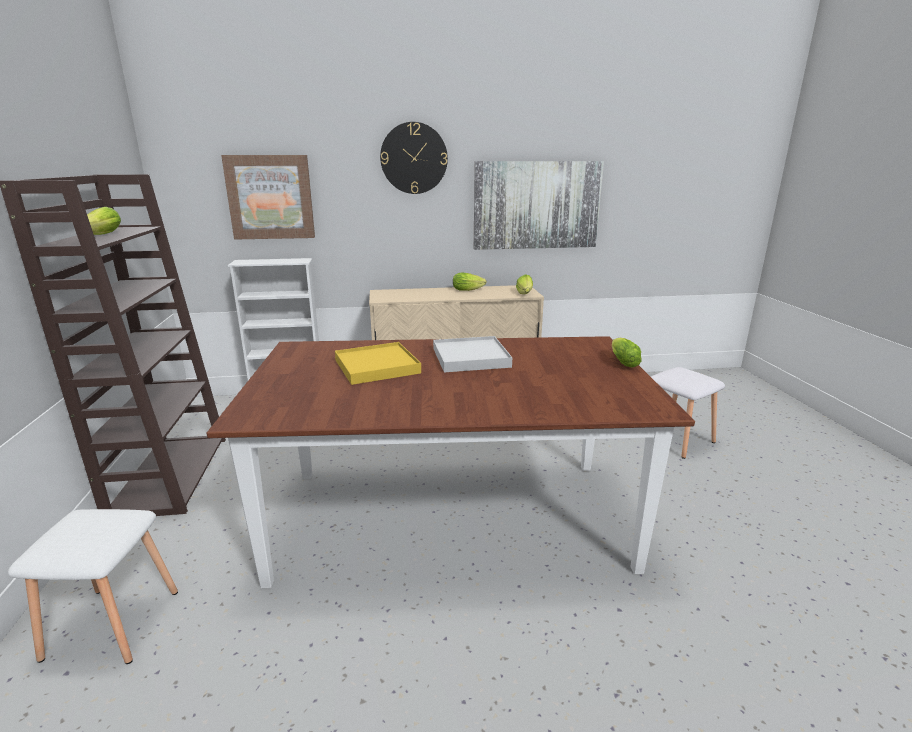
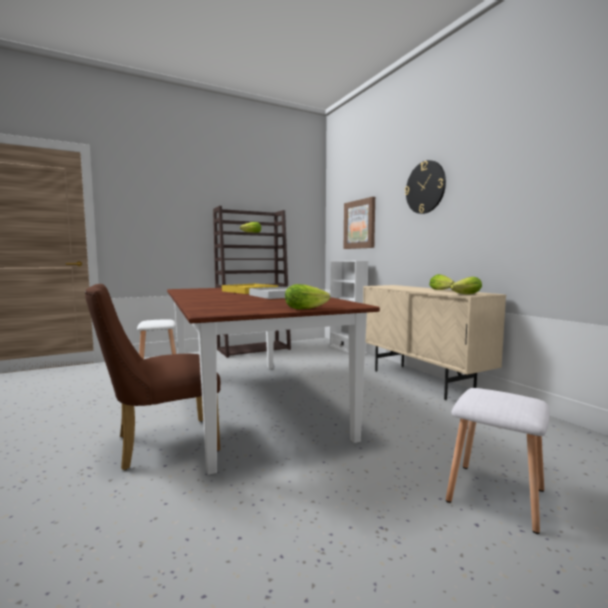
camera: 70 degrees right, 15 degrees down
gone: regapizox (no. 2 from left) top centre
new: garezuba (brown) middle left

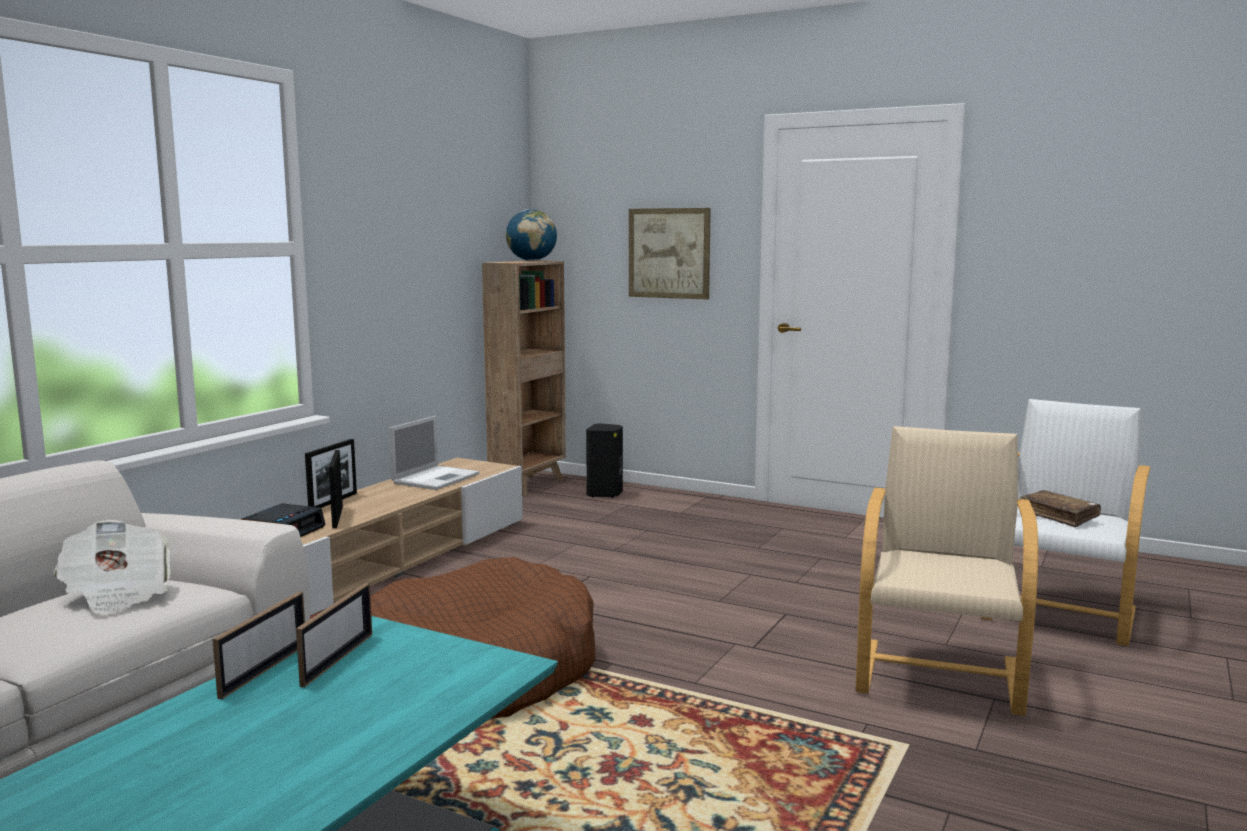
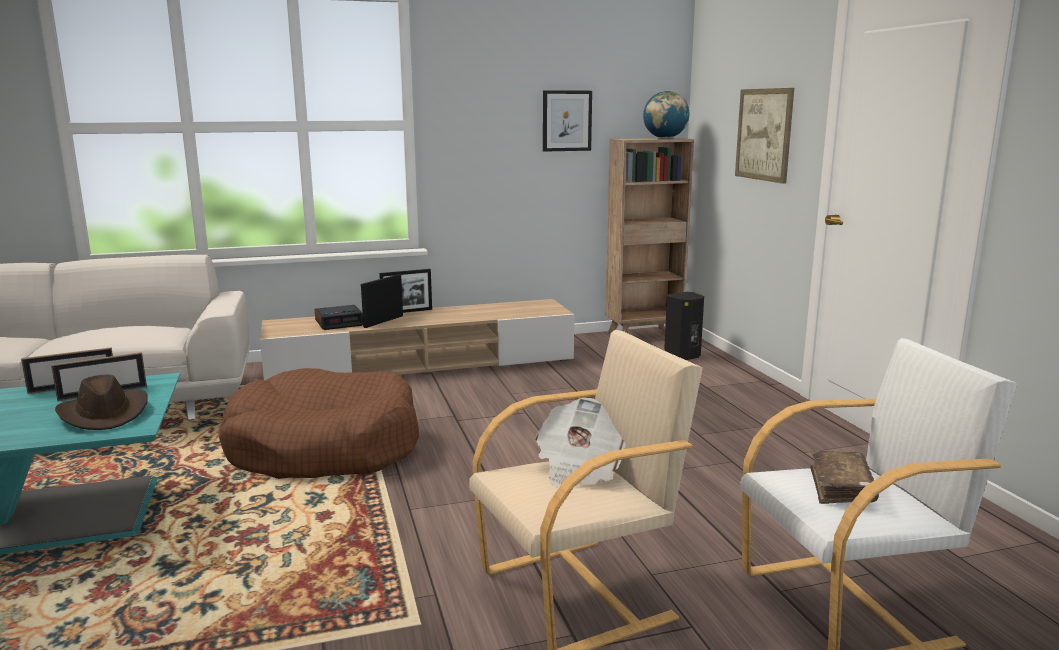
camera: 45 degrees right, 5 degrees up
gone: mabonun centre
new: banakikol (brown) middle left; regapizox (no. 1 from left) top centre
shifted: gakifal bottom left to bottom centre

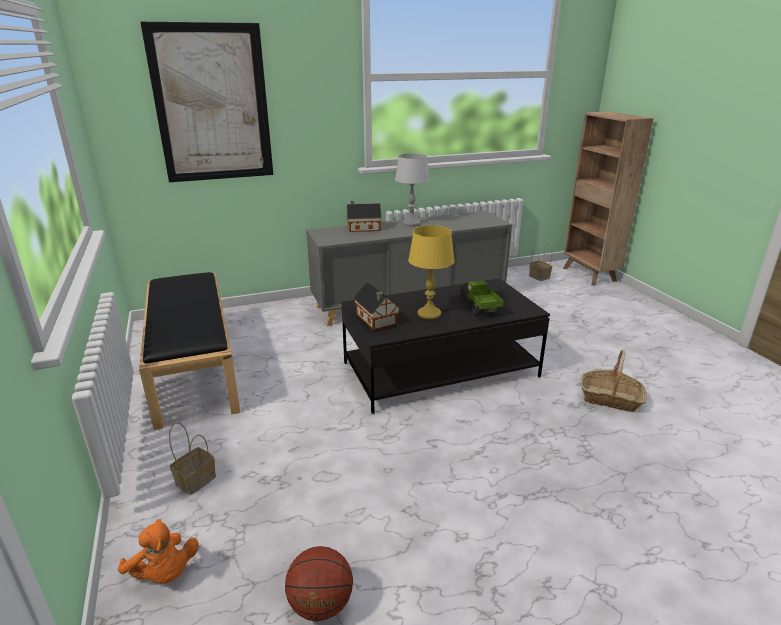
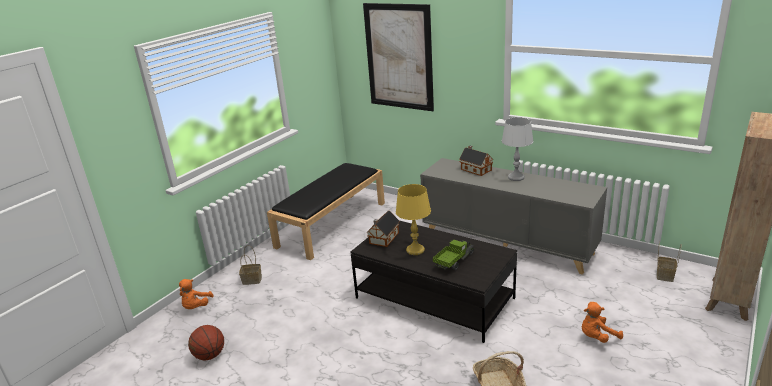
camera: 55 degrees right, 0 degrees up
new: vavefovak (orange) (no. 2 from left) bottom right

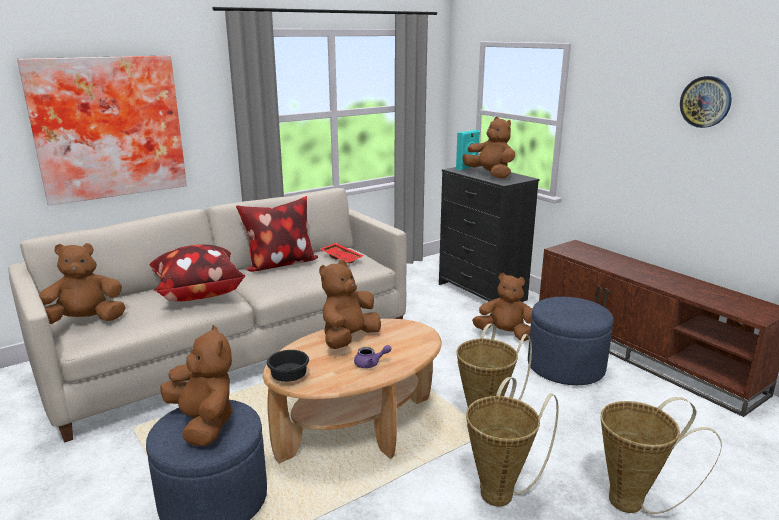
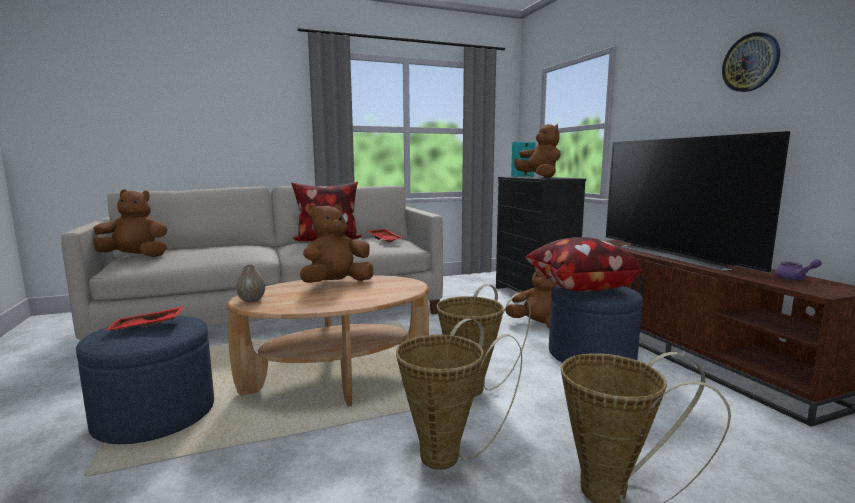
camera: 15 degrees right, 10 degrees down
gone: regapizox top left
new: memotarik middle right
shifted: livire (no. 1 from left in the first image) middle left to livire (no. 2 from left) middle right; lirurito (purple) bottom centre to middle right
swapped: vavefovak (brown) (no. 2 from left) bottom left to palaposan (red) (no. 1 from left) middle left; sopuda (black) bottom centre to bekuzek middle left

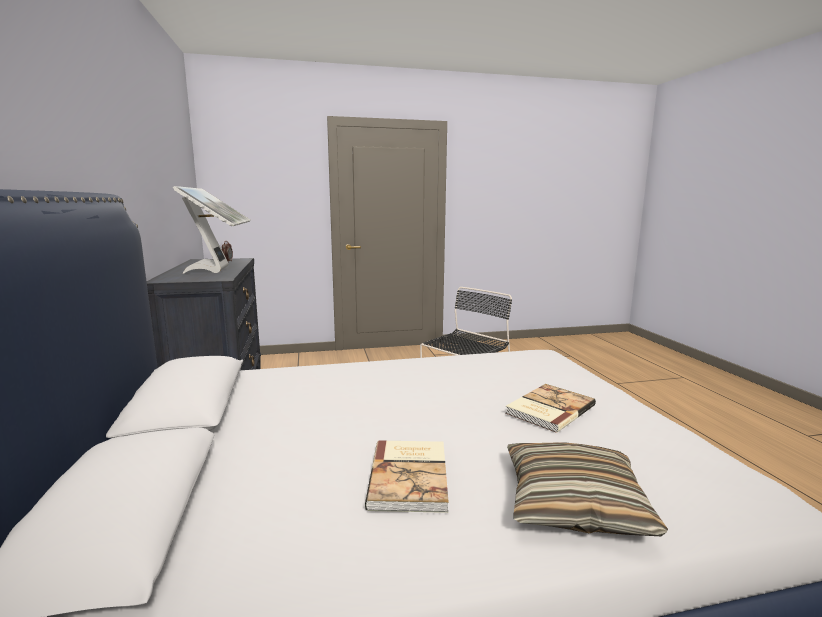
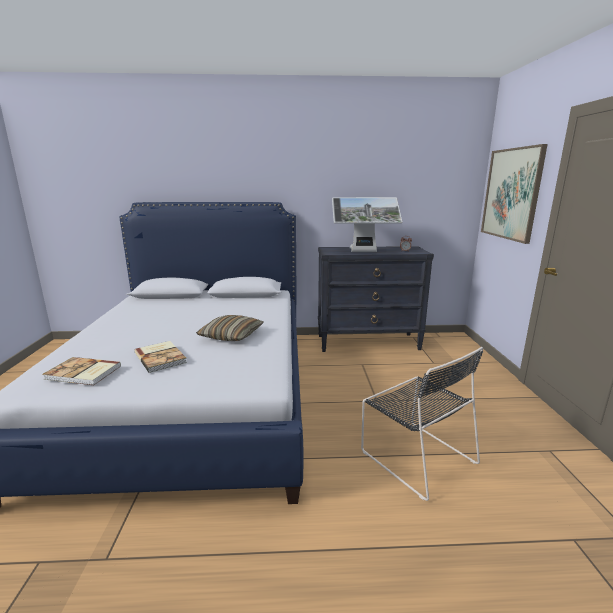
camera: 100 degrees right, 5 degrees up
new: regapizox top right
shifted: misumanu (no. 1 from left) bottom centre to middle left; livire bottom right to centre

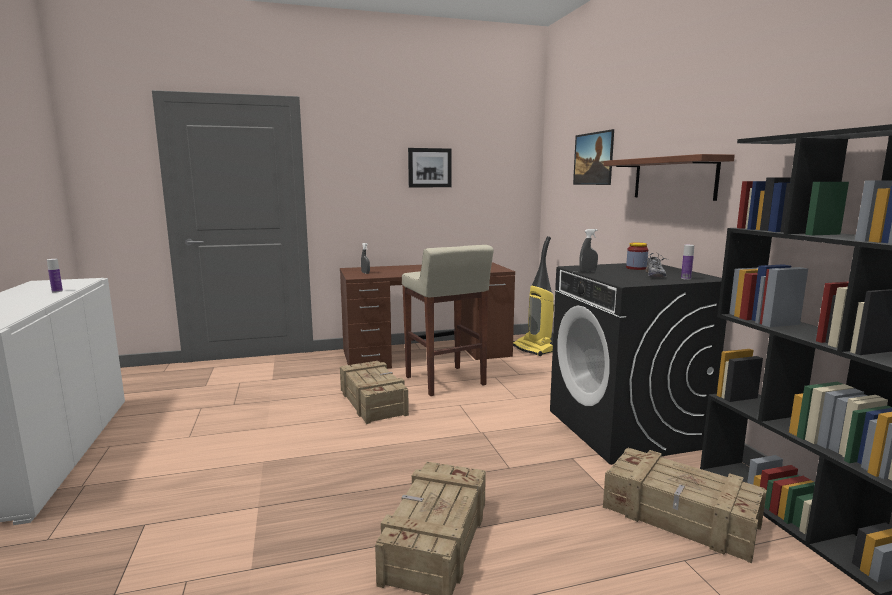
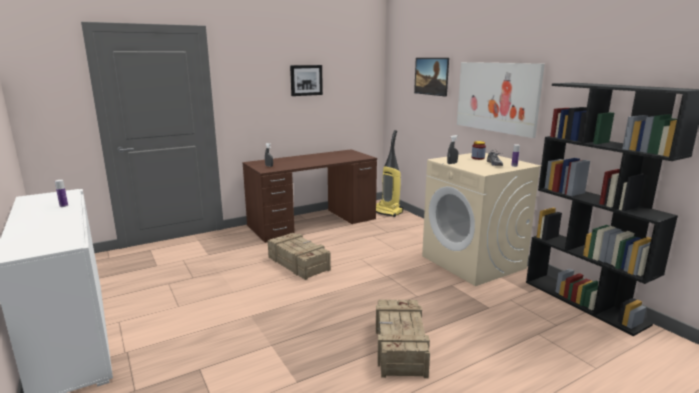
camera: 15 degrees left, 5 degrees up
gone: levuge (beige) centre; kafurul (no. 3 from left) bottom right
swapped: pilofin top right to regapizox (no. 3 from left) top right
repainted: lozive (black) middle right to lozive (beige) middle right

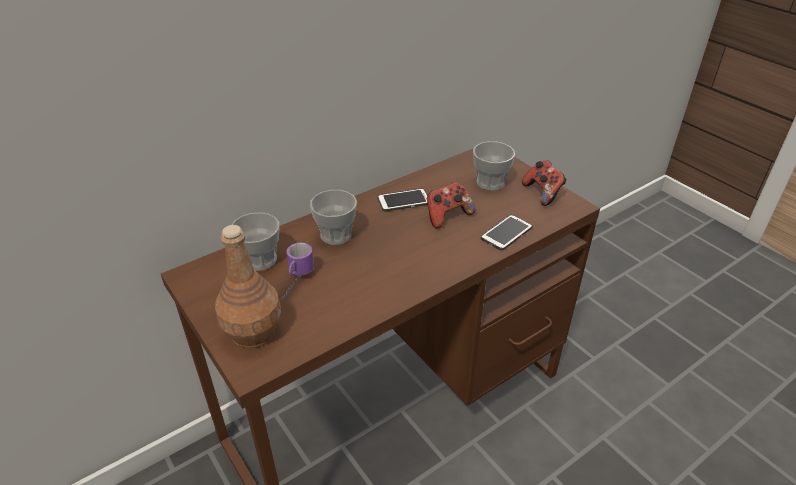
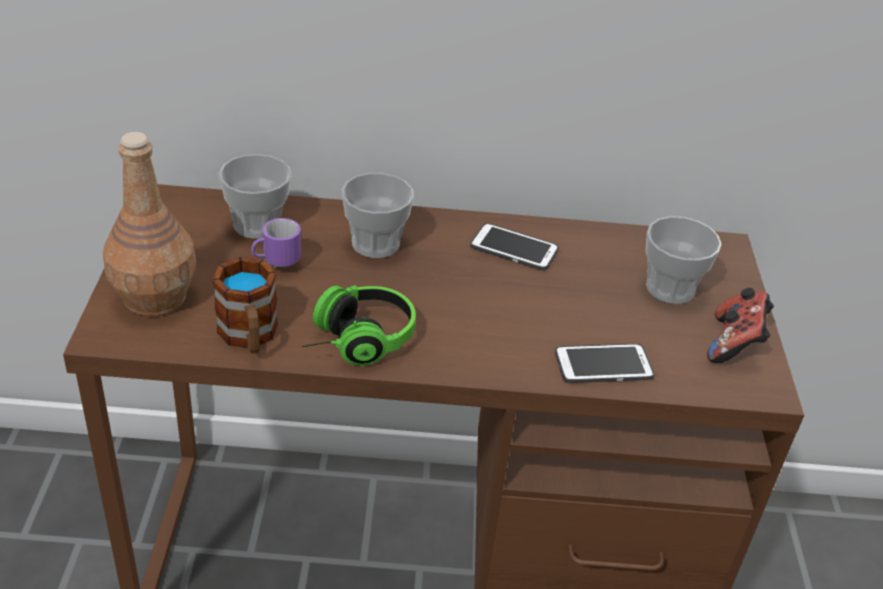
camera: 35 degrees right, 0 degrees up
gone: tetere (no. 1 from left) centre
new: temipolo (no. 1 from left) middle left; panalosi centre

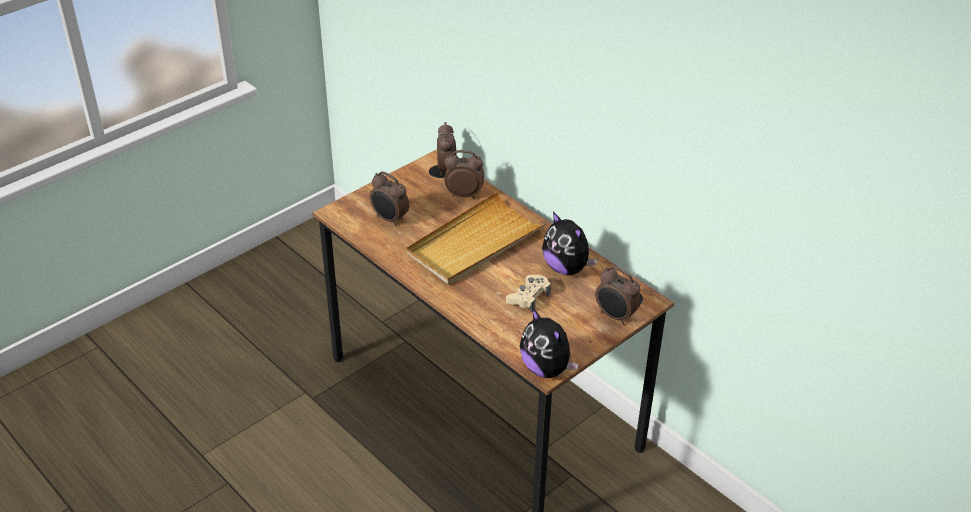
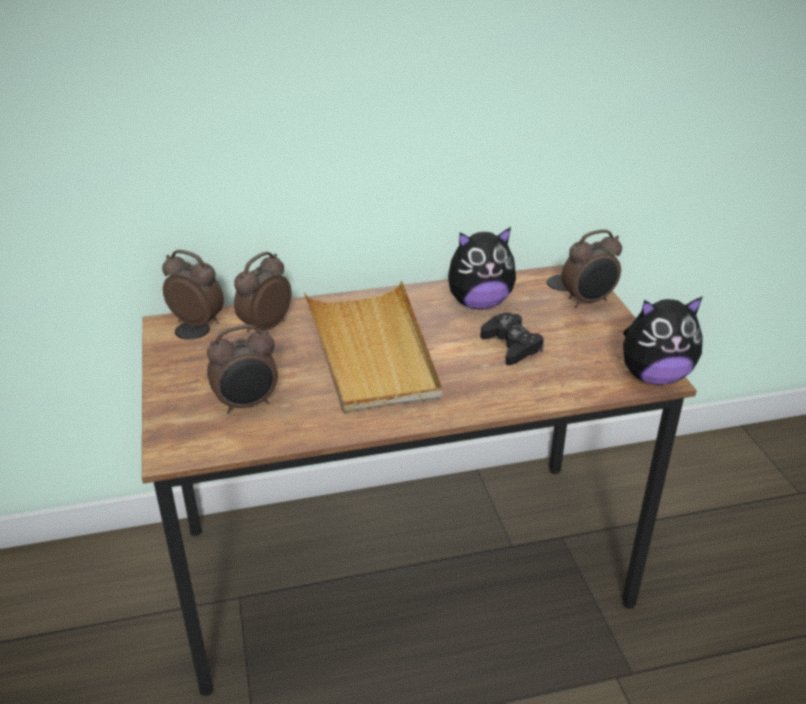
camera: 60 degrees left, 5 degrees down
repainted: tetere (beige) centre to tetere (black) centre

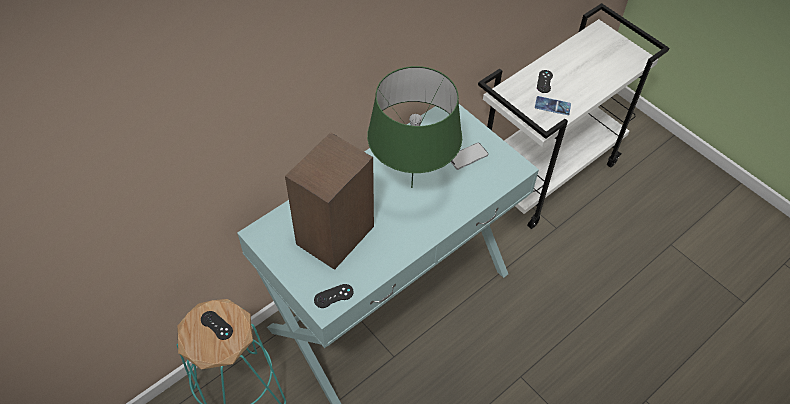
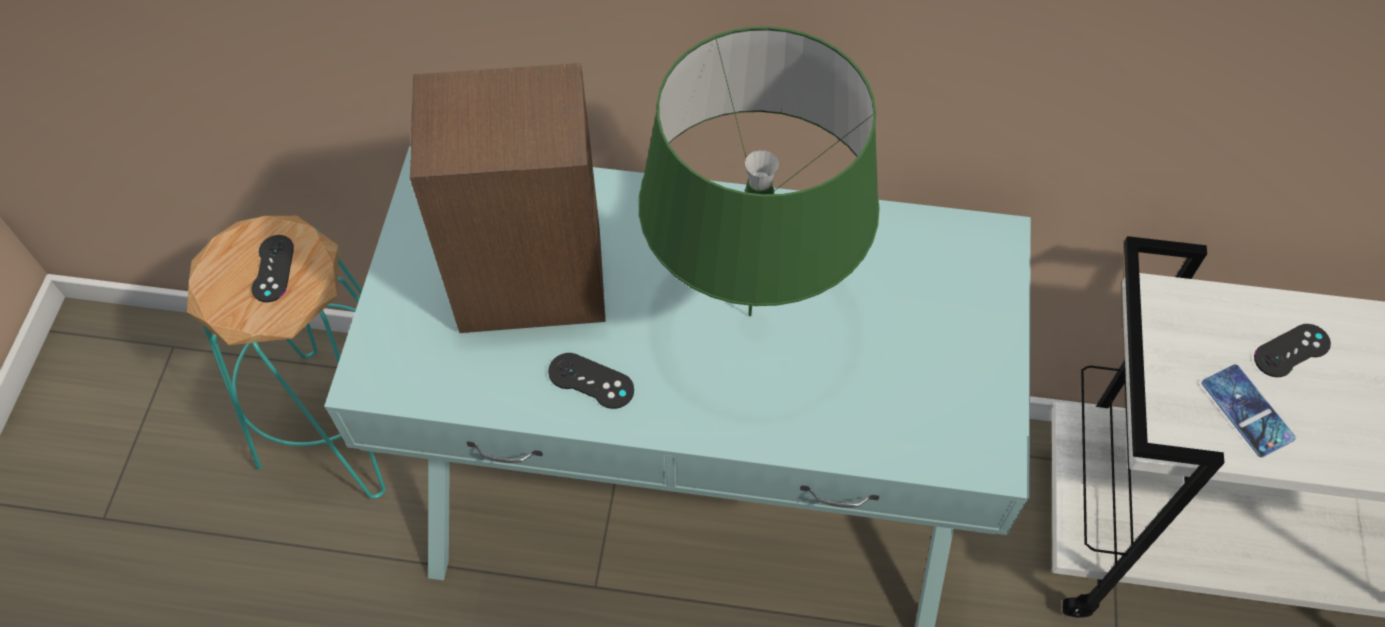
camera: 50 degrees right, 5 degrees up
gone: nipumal (no. 1 from left) centre
shifted: tetere (black) (no. 2 from left) bottom centre to centre

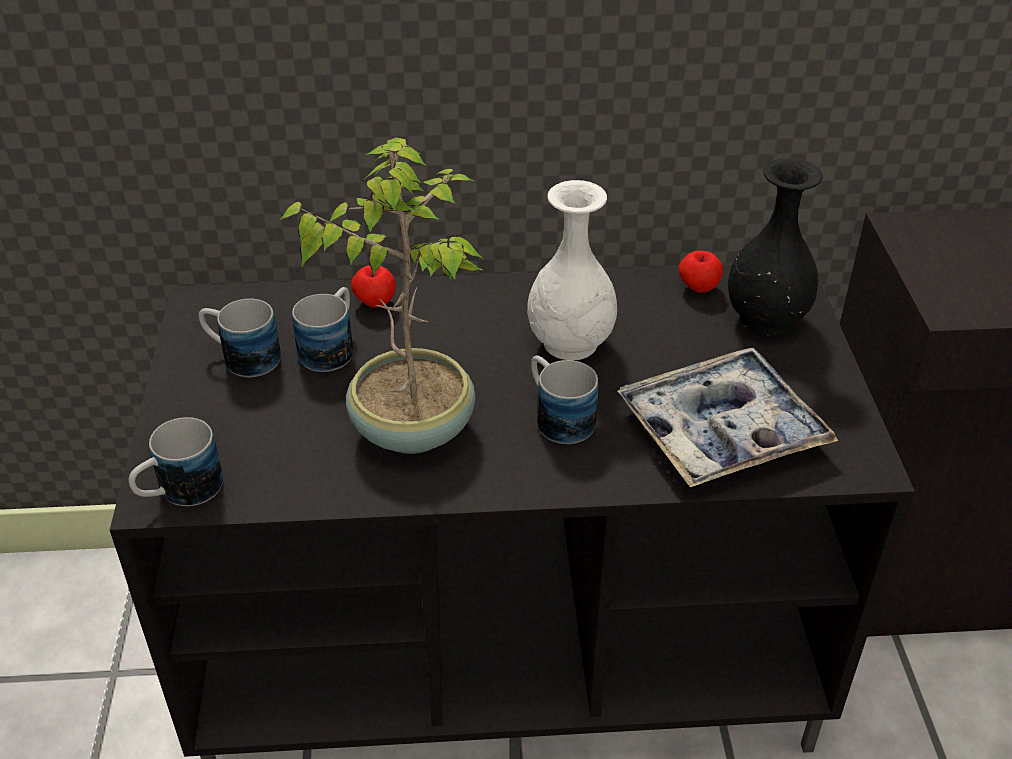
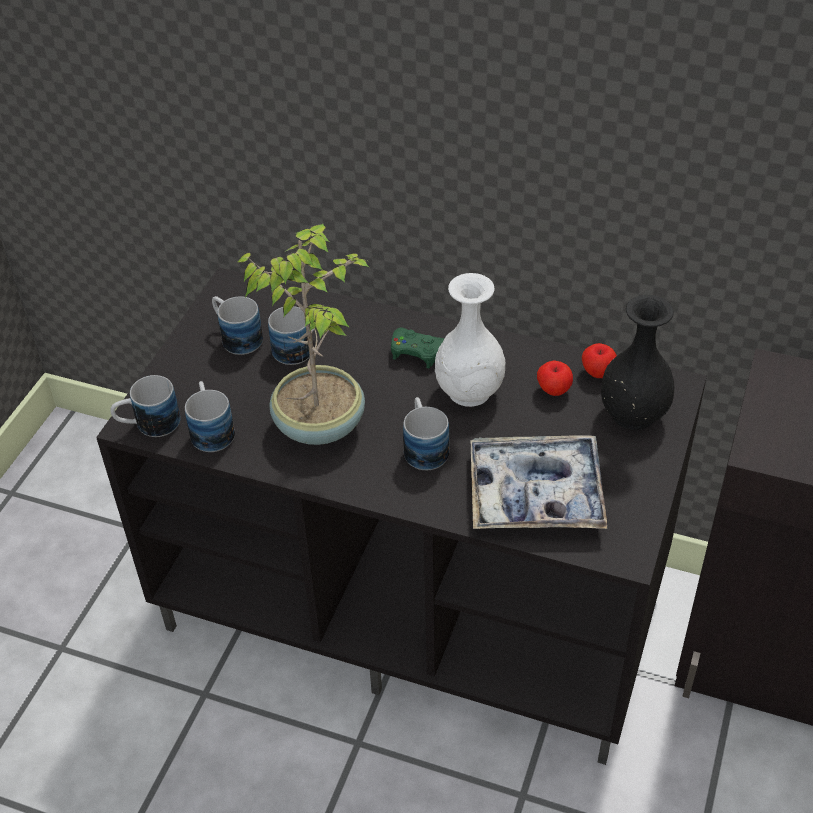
camera: 25 degrees right, 5 degrees up
new: temipolo (no. 2 from left) middle left; tetere (green) centre
shifted: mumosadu (no. 1 from left) centre to middle right

